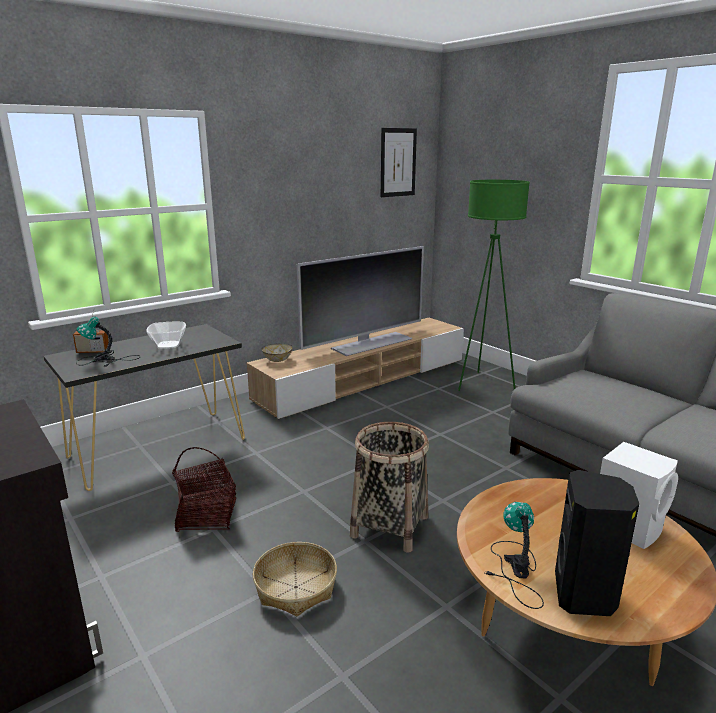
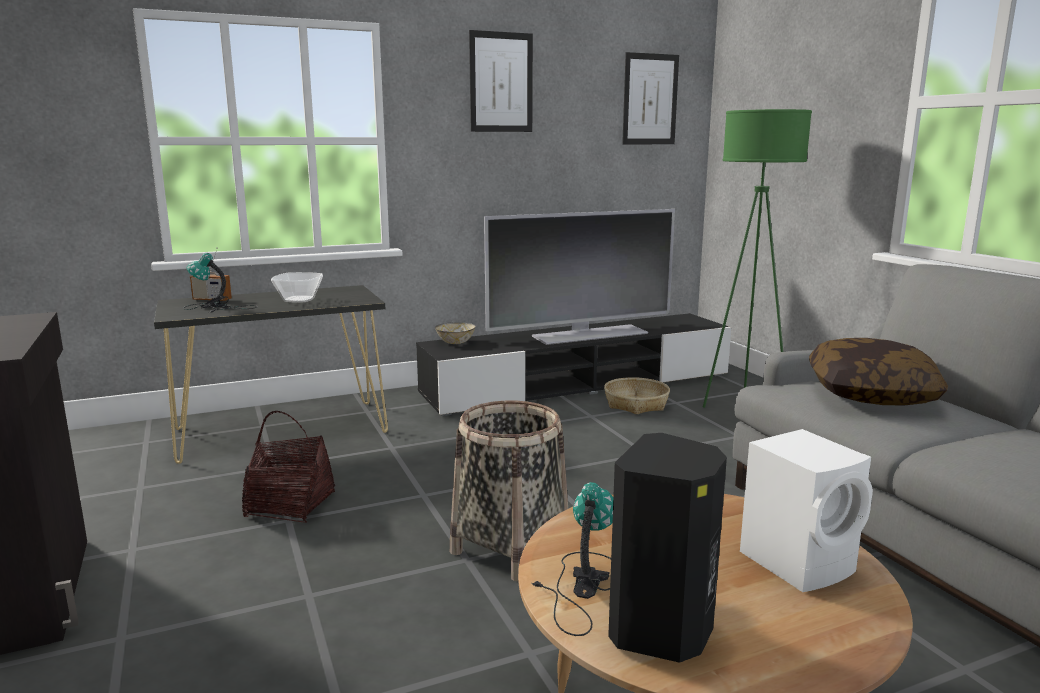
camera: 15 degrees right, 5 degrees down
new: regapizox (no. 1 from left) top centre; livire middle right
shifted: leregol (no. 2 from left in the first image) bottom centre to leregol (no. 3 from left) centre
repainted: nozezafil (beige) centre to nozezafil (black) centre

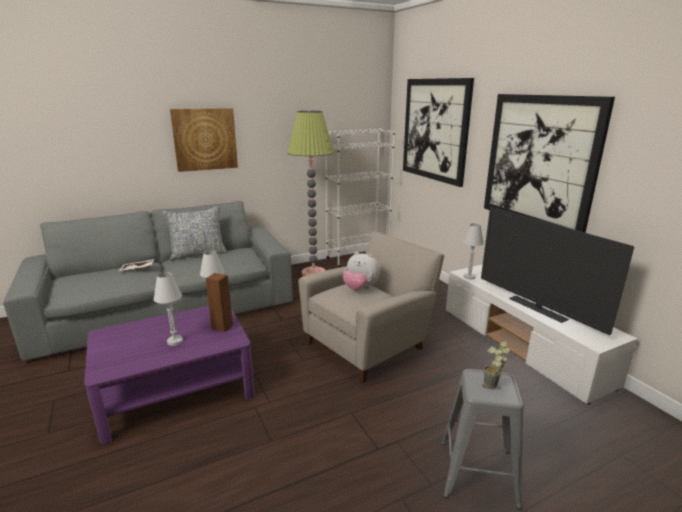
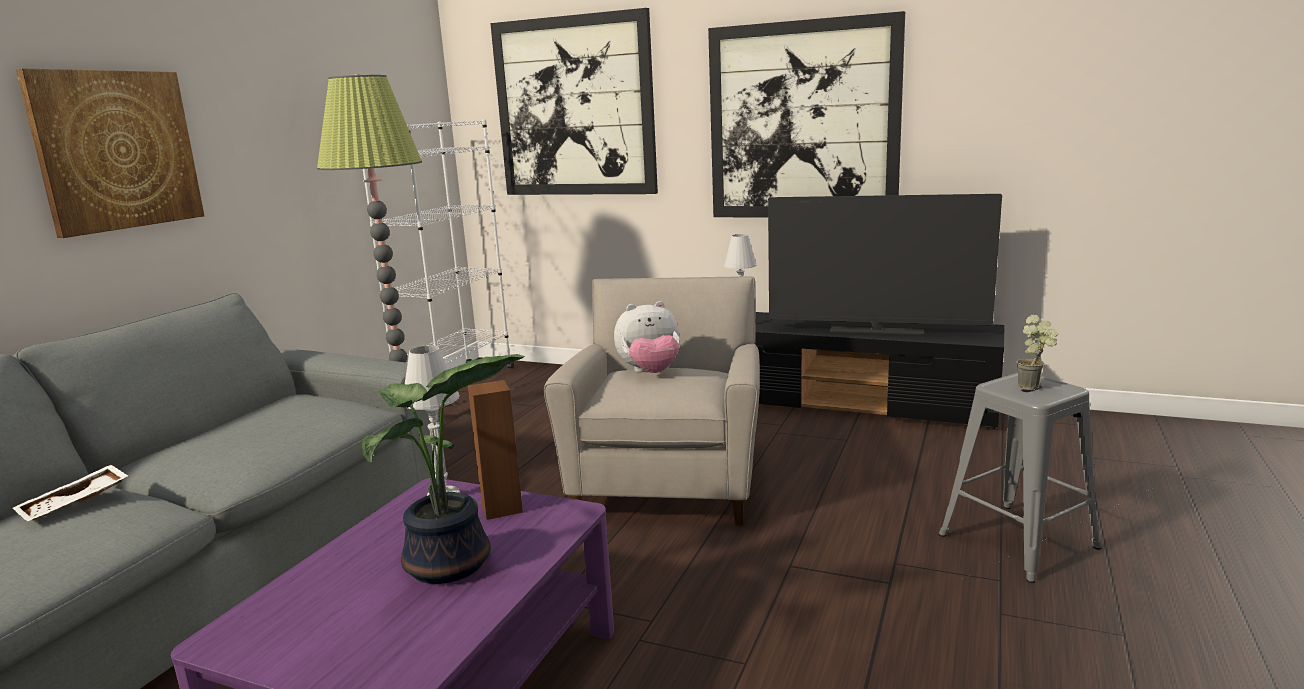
camera: 40 degrees left, 5 degrees down
gone: livire middle left
swapped: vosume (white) (no. 1 from left) middle left to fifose (no. 1 from left) bottom centre
repainted: nozezafil (white) middle right to nozezafil (black) middle right

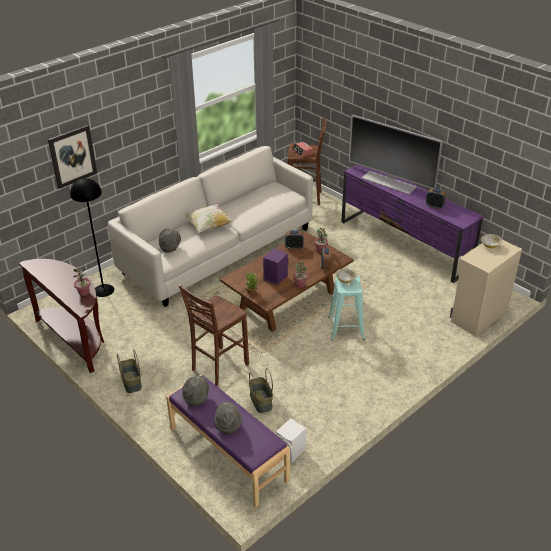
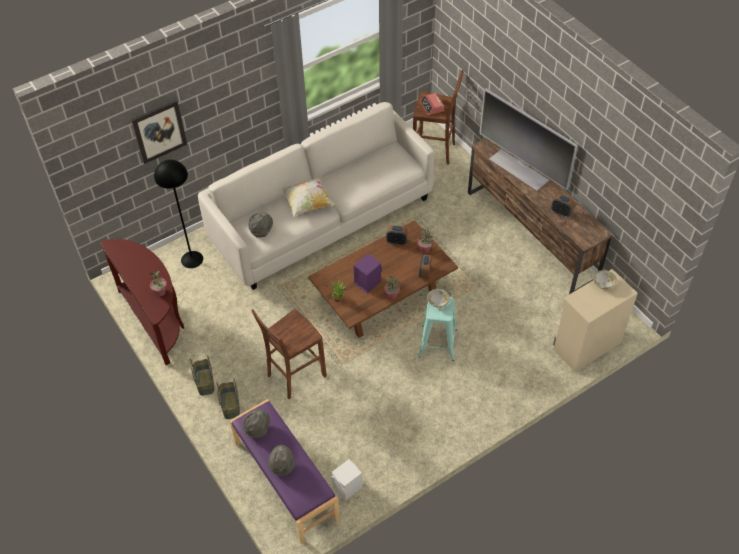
camera: 10 degrees right, 15 degrees up
shifted: leregol (no. 2 from left) bottom centre to bottom left
repainted: nozezafil (purple) middle right to nozezafil (brown) middle right

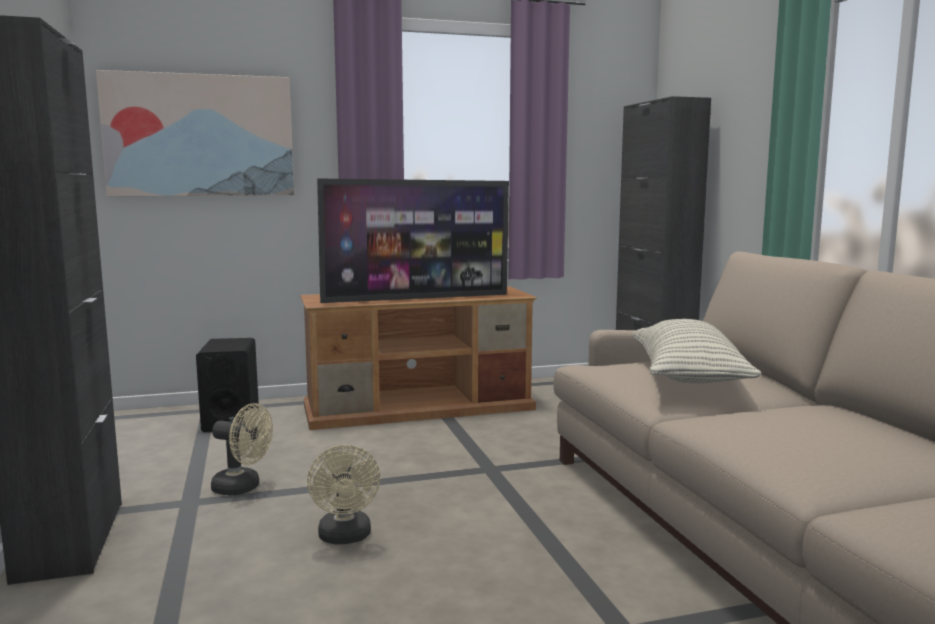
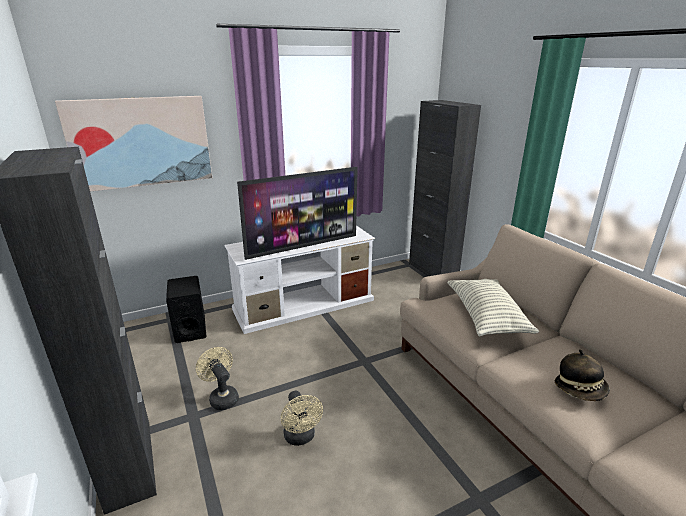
camera: 10 degrees left, 15 degrees up
new: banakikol bottom right
repainted: nozezafil (brown) centre to nozezafil (white) centre
rotated: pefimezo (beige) (no. 1 from left) bottom left = bottom left 135 degrees counterclockwise

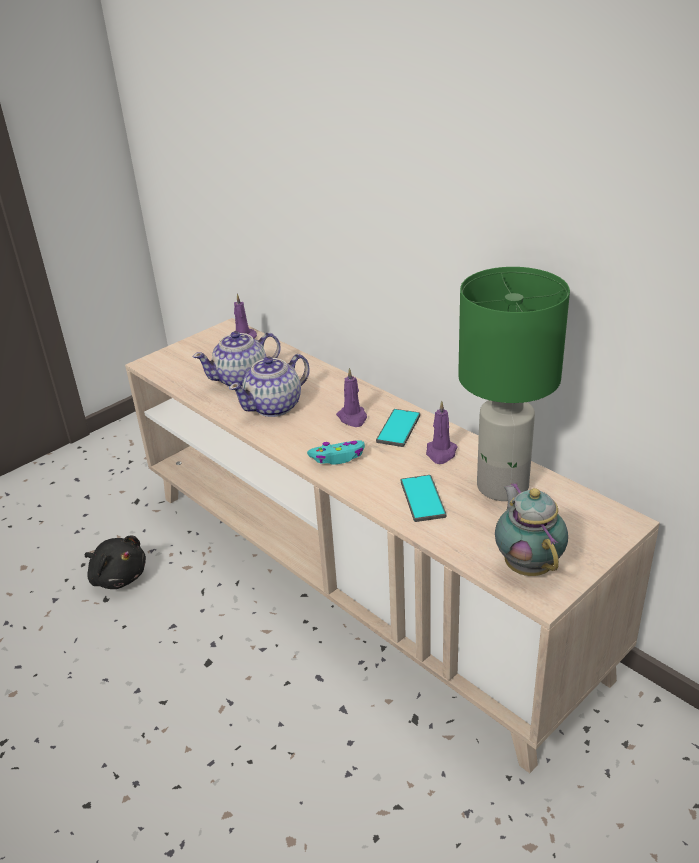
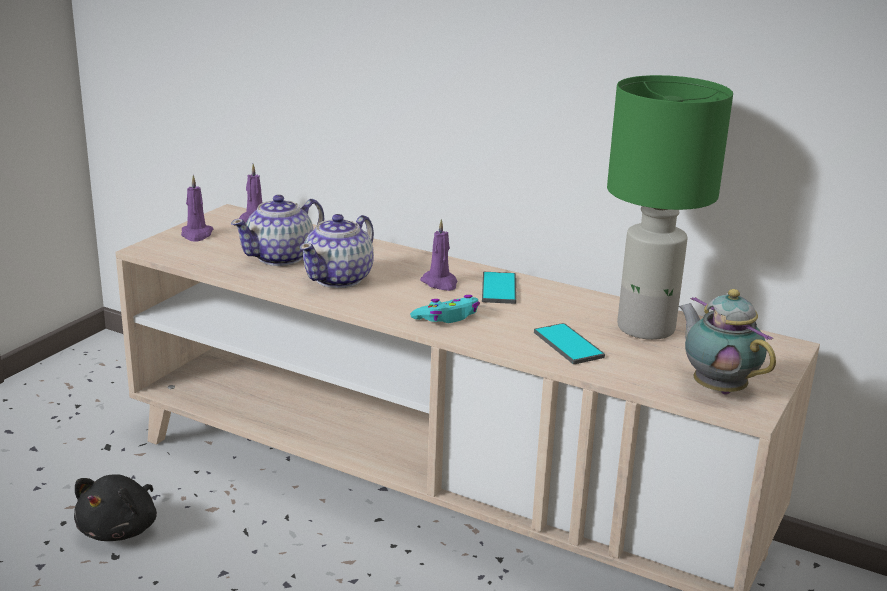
camera: 20 degrees left, 10 degrees down
shifted: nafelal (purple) (no. 3 from left in the first image) centre to nafelal (purple) (no. 1 from left) middle left
rotated: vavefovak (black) middle left = bottom left 90 degrees clockwise

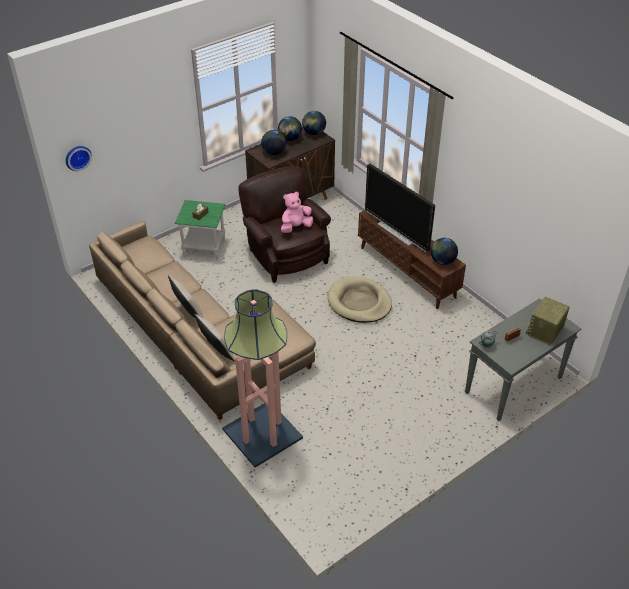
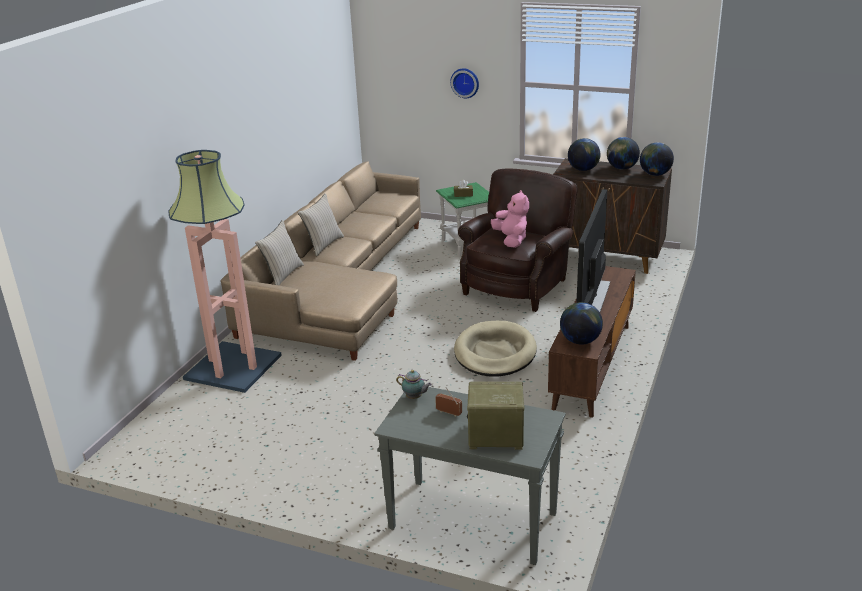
camera: 60 degrees right, 15 degrees down
shifted: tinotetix top left to top centre
rotated: vavefovak (pink) centre = centre 45 degrees clockwise

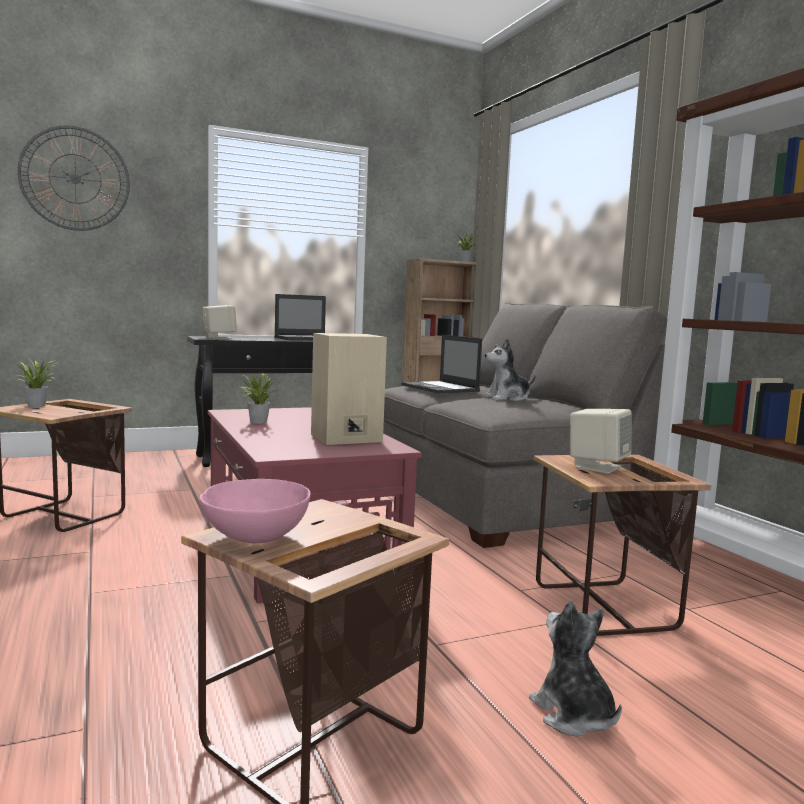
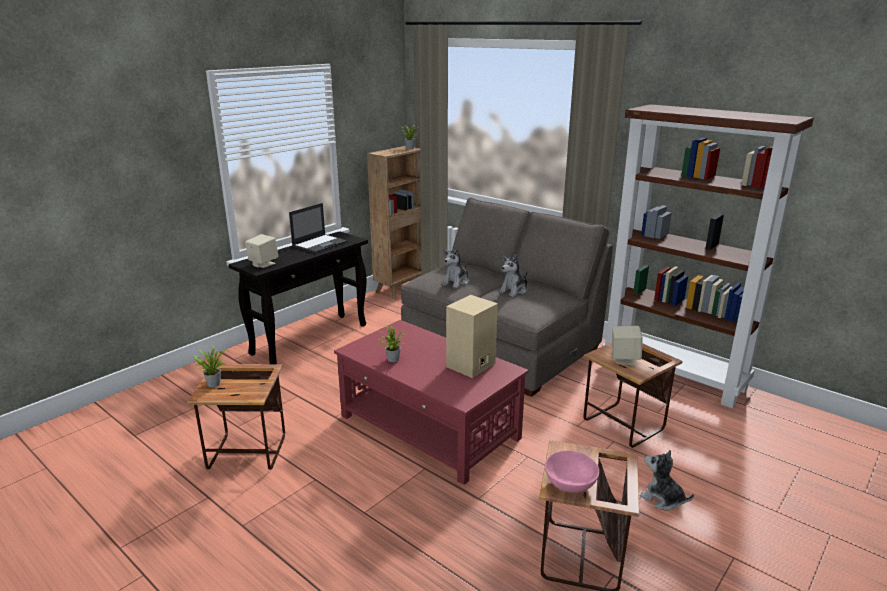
camera: 25 degrees left, 15 degrees up
gone: tinotetix top left
swapped: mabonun (no. 2 from left) centre to vavefovak (no. 1 from left) centre

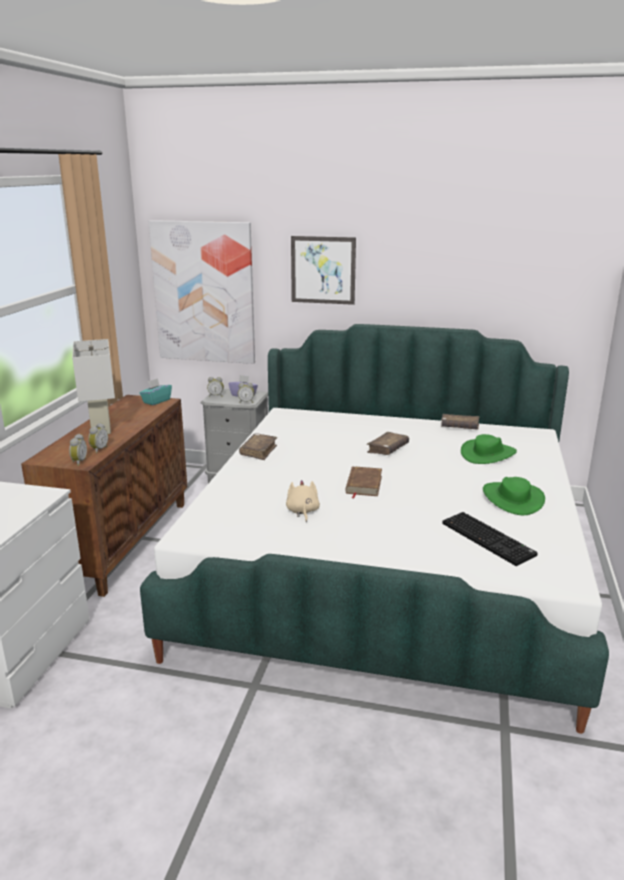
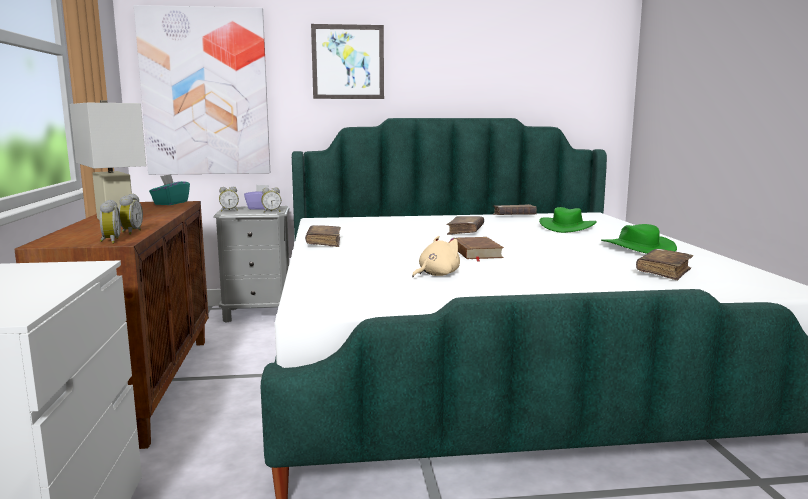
camera: 20 degrees left, 10 degrees down
swapped: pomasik middle right to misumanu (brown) (no. 5 from left) middle right
rotated: vavefovak (beige) centre = centre 75 degrees clockwise

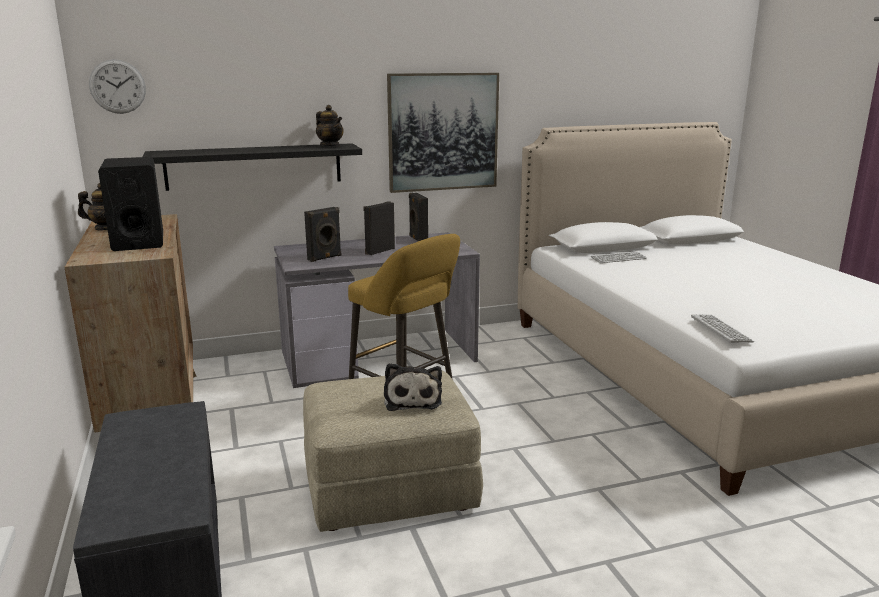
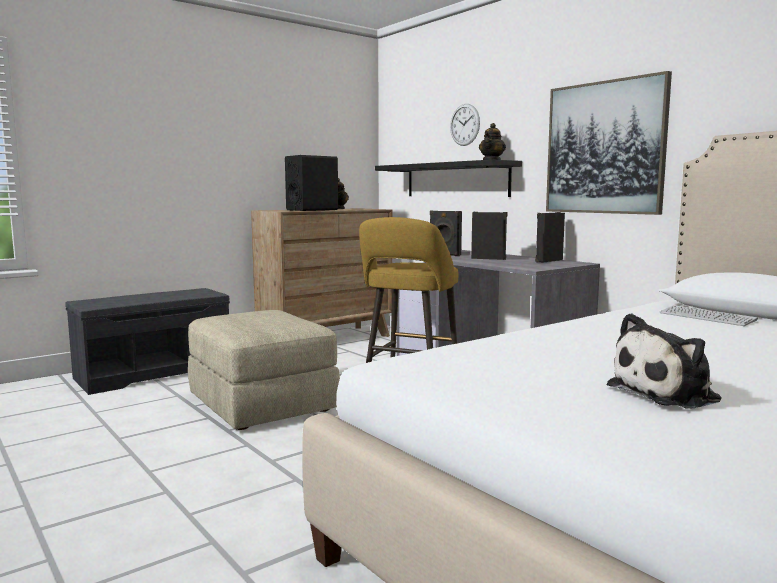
camera: 70 degrees right, 10 degrees down
gone: pomasik (no. 2 from left) middle right
shifted: tinotetix top left to top centre; vavefovak centre to middle right

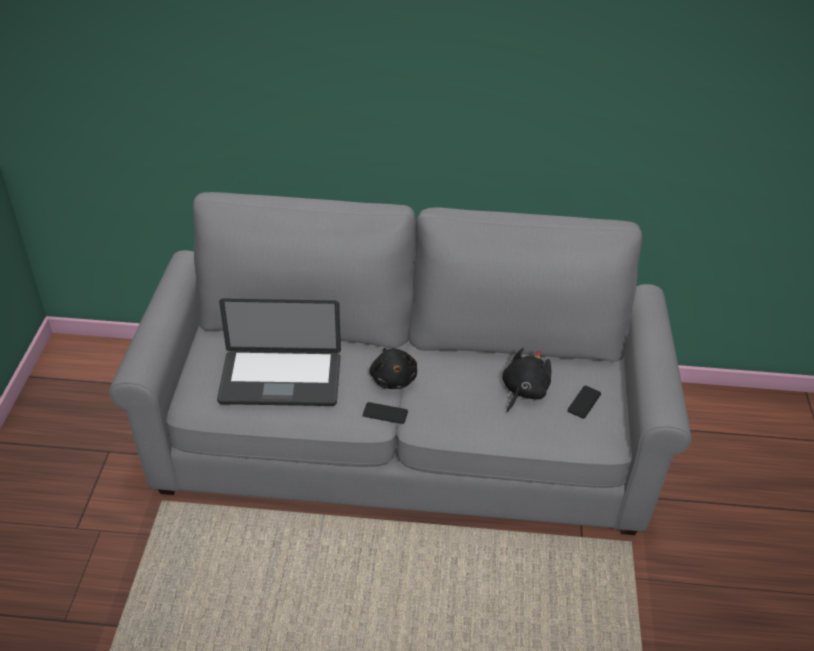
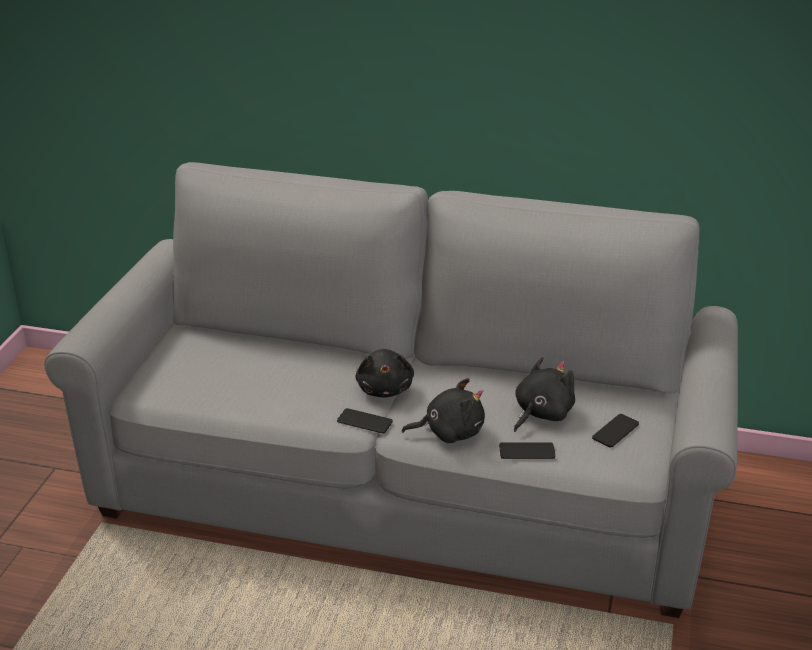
camera: 10 degrees right, 10 degrees down
gone: mabonun centre
new: vavefovak (black) (no. 2 from left) centre; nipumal (no. 2 from left) bottom centre

